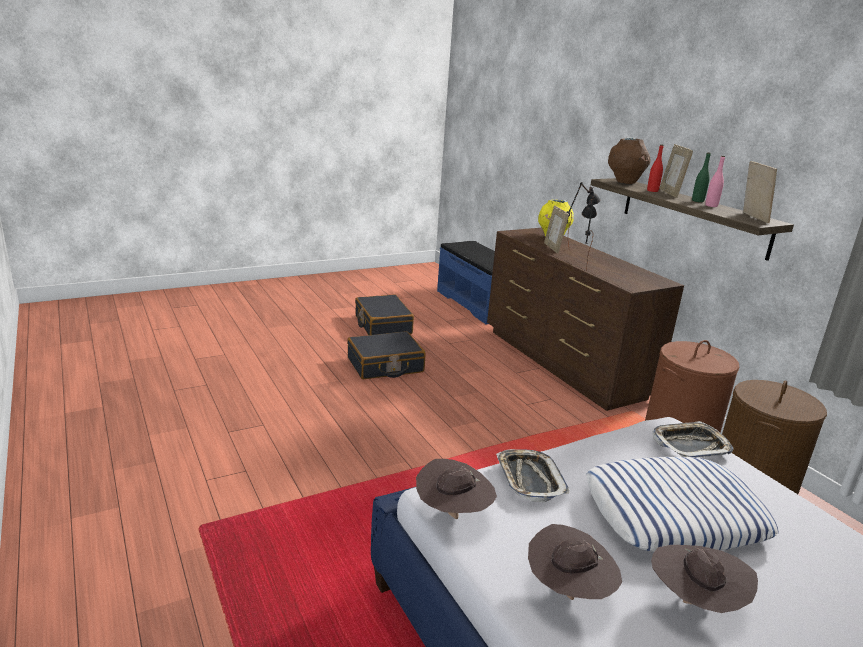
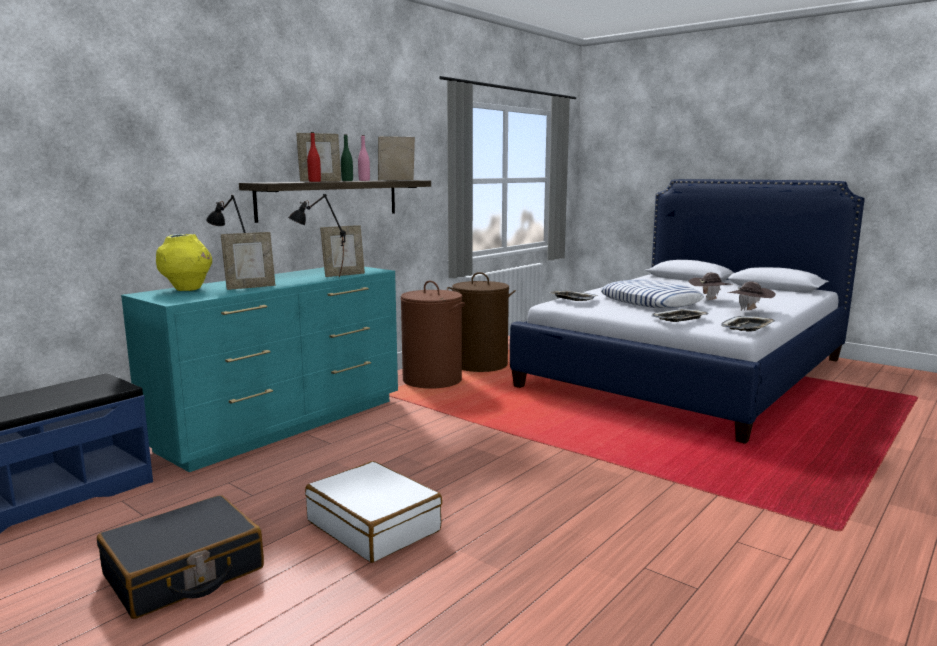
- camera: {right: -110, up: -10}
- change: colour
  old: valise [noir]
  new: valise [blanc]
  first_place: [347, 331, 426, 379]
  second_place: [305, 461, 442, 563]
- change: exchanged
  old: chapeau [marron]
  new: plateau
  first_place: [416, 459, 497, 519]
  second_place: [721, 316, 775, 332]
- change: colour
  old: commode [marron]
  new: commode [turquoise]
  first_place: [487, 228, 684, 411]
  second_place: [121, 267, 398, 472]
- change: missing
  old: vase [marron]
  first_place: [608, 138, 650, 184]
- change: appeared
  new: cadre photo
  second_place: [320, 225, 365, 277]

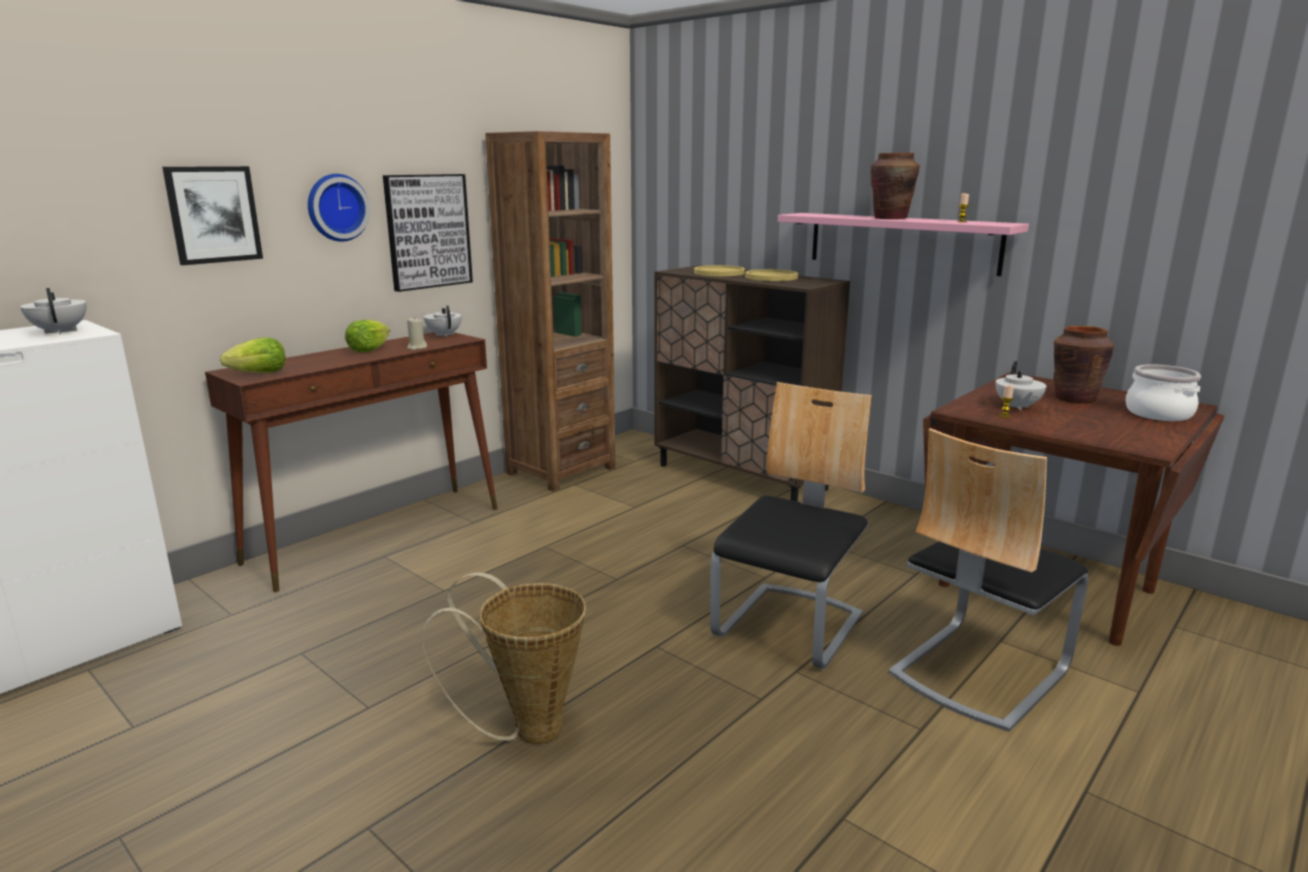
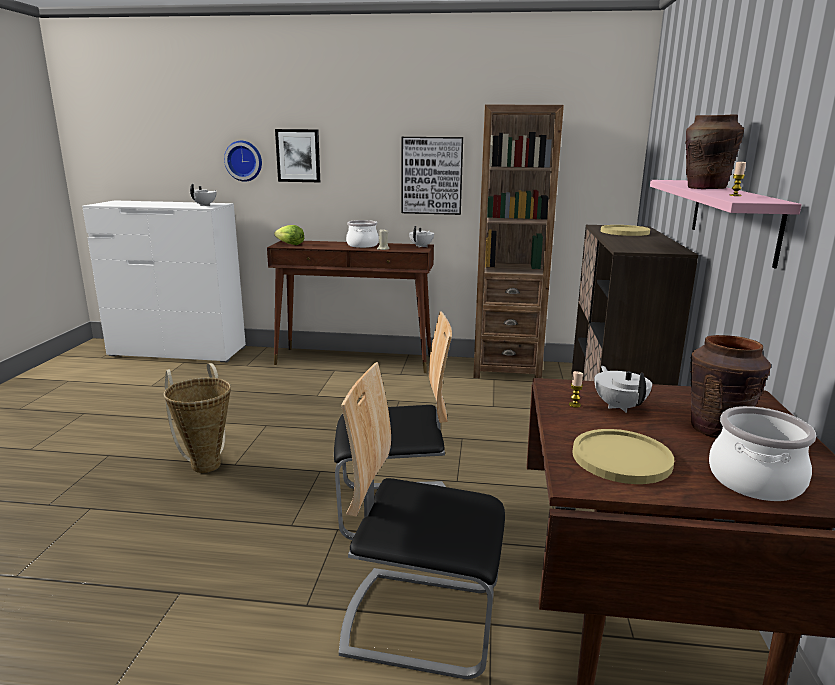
- camera: {right: 55, up: 0}
- change: relocated
  old: horloge murale
  first_place: [308, 174, 370, 242]
  second_place: [224, 141, 262, 182]
- change: exchanged
  old: laitue
  new: marmite
  first_place: [345, 319, 390, 353]
  second_place: [346, 220, 379, 248]
- change: relocated
  old: assiette [jaune]
  first_place: [745, 269, 798, 281]
  second_place: [572, 429, 674, 484]
- change: spun
  old: théière [blanc]
  first_place: [995, 361, 1046, 411]
  second_place: [594, 366, 652, 413]
  degrees: 105

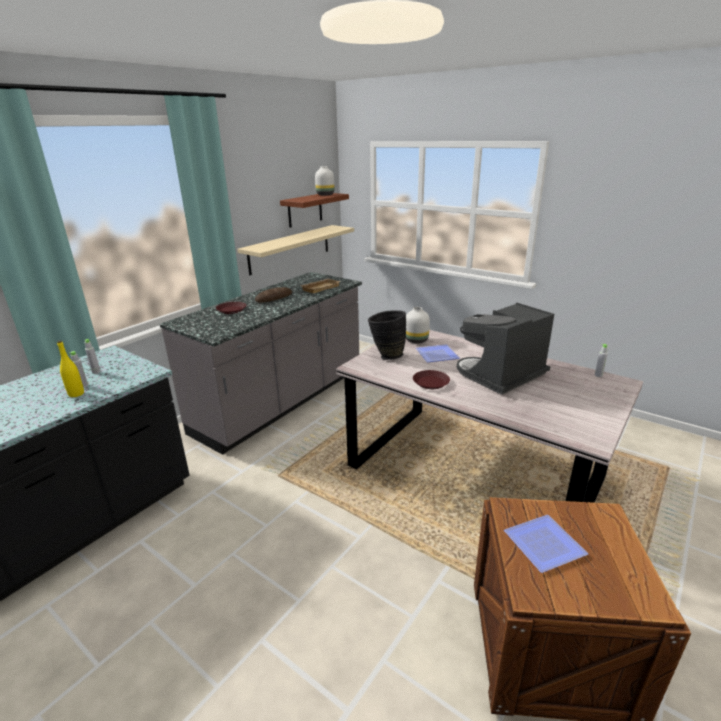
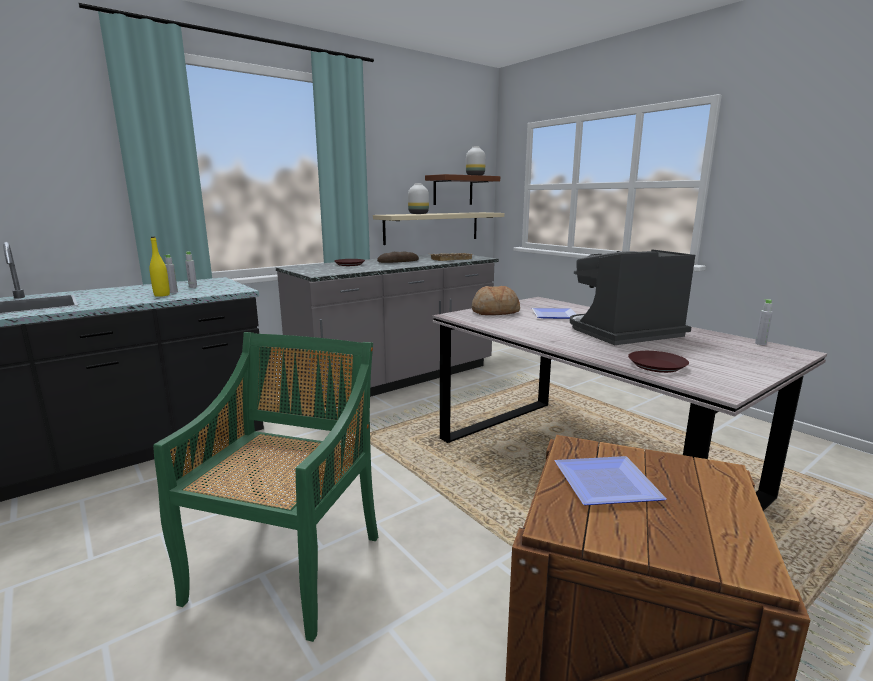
- camera: {right: 15, up: -10}
- change: exchanged
  old: vase [noir]
  new: pain
  first_place: [368, 310, 406, 360]
  second_place: [472, 286, 520, 315]
- change: relocated
  old: vase [blanc]
  first_place: [406, 307, 430, 343]
  second_place: [408, 183, 429, 214]
- change: relocated
  old: assiette [marron]
  first_place: [413, 370, 450, 389]
  second_place: [628, 351, 689, 373]
- change: appeared
  new: chaise [vert]
  second_place: [153, 332, 378, 642]

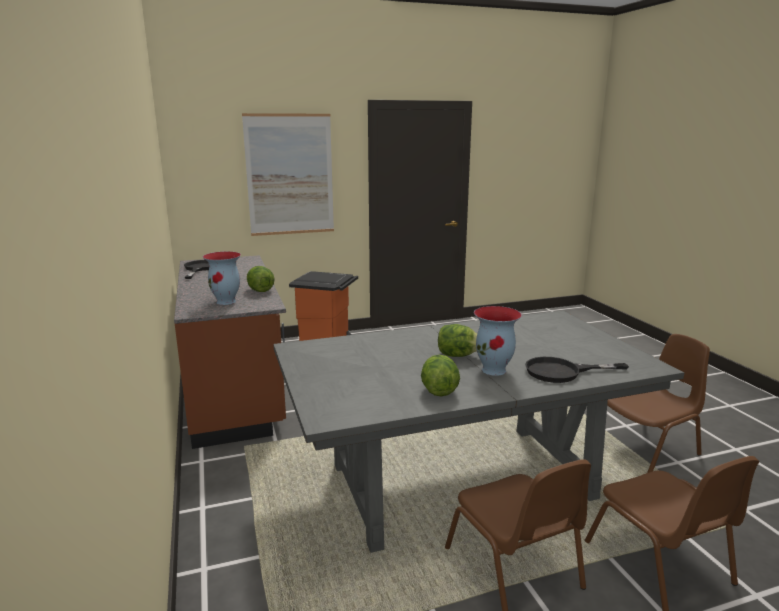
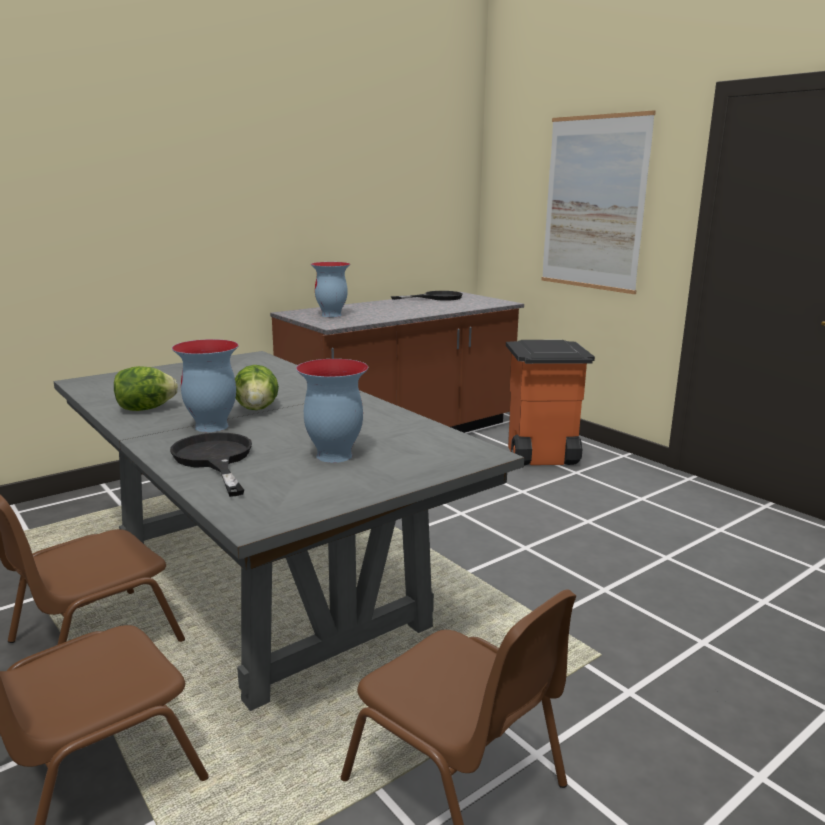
- camera: {right: 70, up: 0}
- change: missing
  old: laitue
  first_place: [247, 266, 275, 292]
- change: appeared
  new: vase
  second_place: [296, 359, 368, 463]

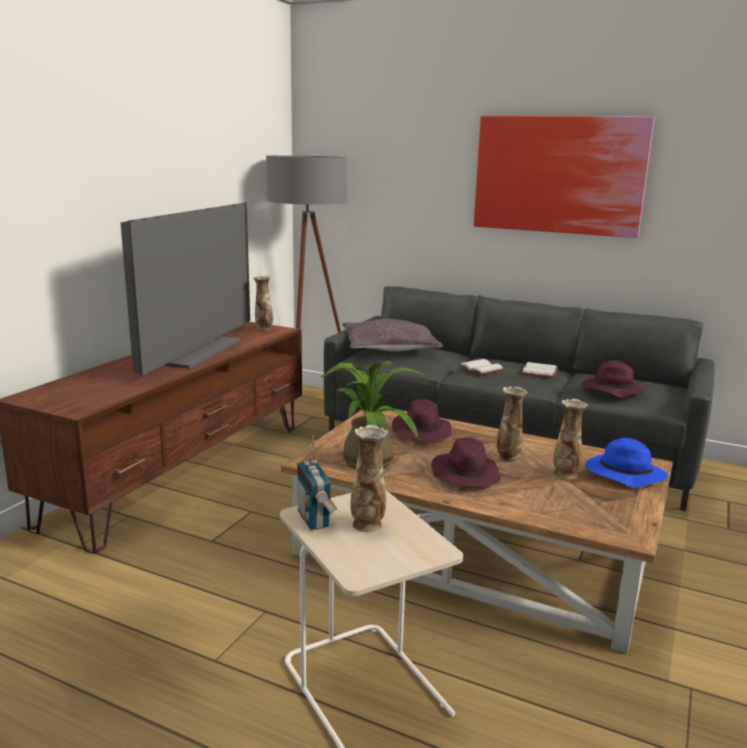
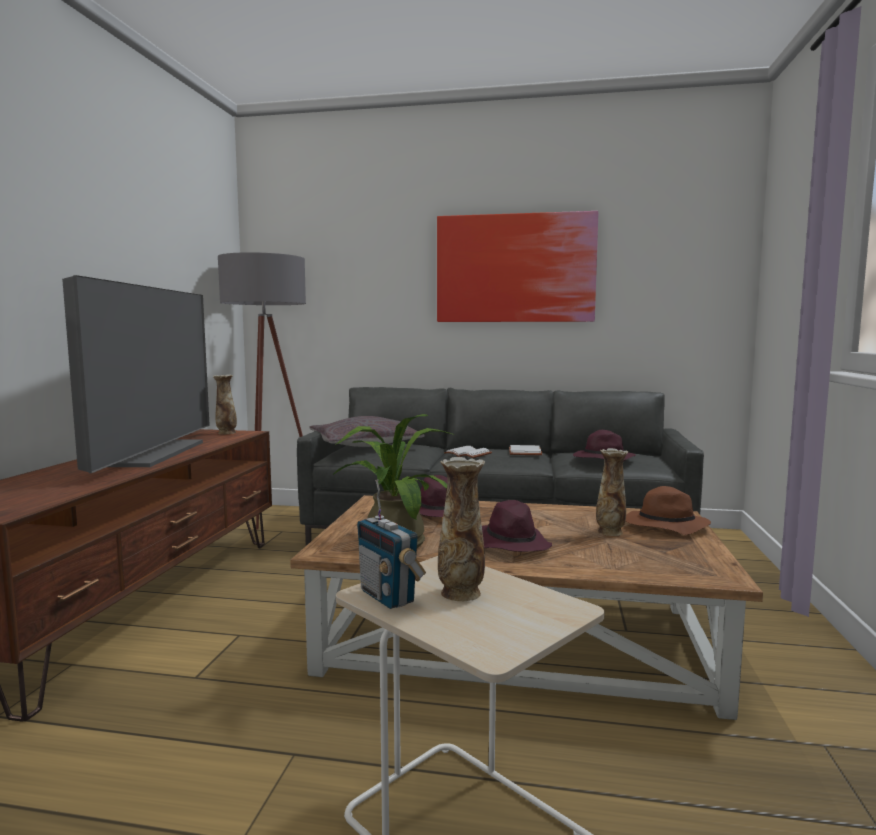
- camera: {right: -15, up: -10}
- change: missing
  old: vase
  first_place: [496, 386, 528, 462]
- change: colour
  old: chapeau [bleu]
  new: chapeau [marron]
  first_place: [585, 438, 667, 488]
  second_place: [626, 486, 711, 535]

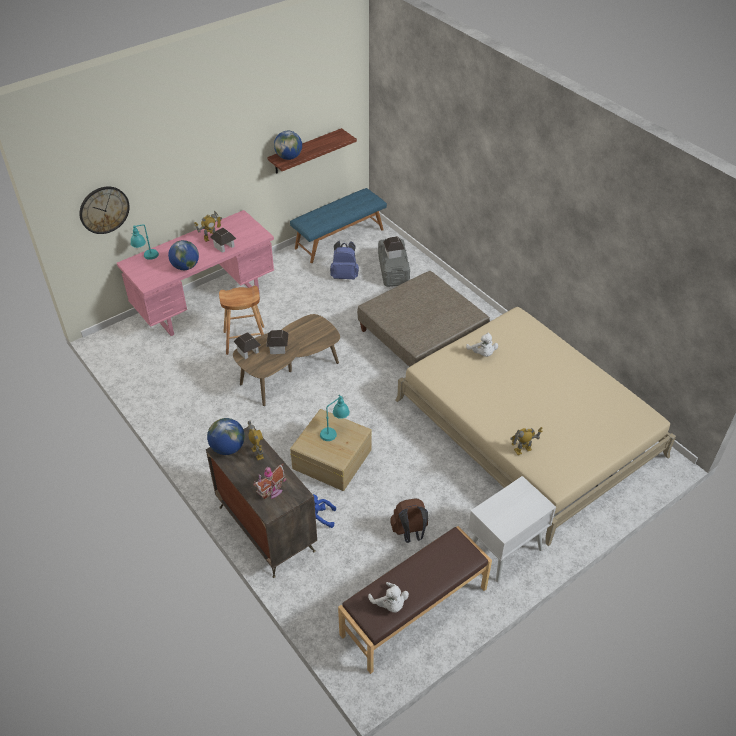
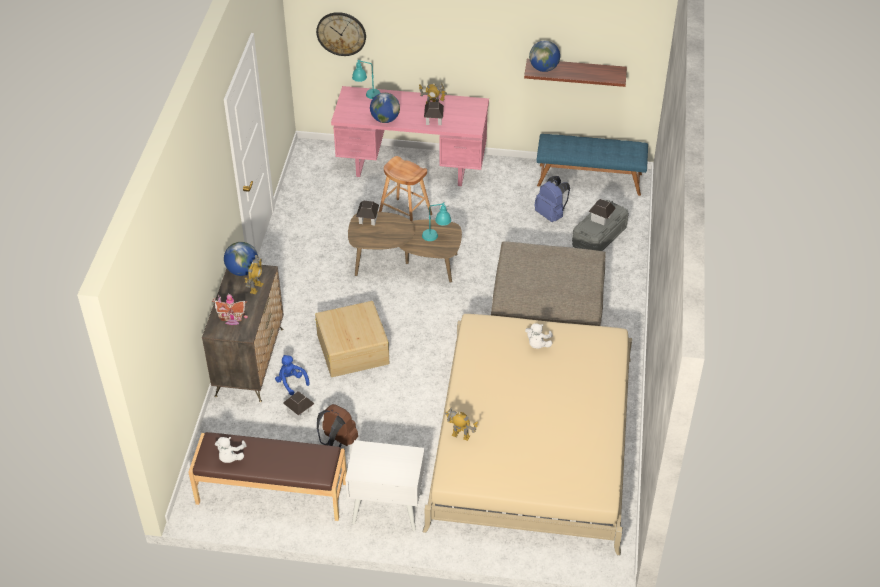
- camera: {right: 45, up: 0}
- change: relocated
  old: maison miniature
  first_place: [266, 330, 288, 354]
  second_place: [283, 391, 315, 421]
- change: relocated
  old: lampe de table [turquoise]
  first_place: [320, 394, 350, 441]
  second_place: [422, 202, 451, 241]

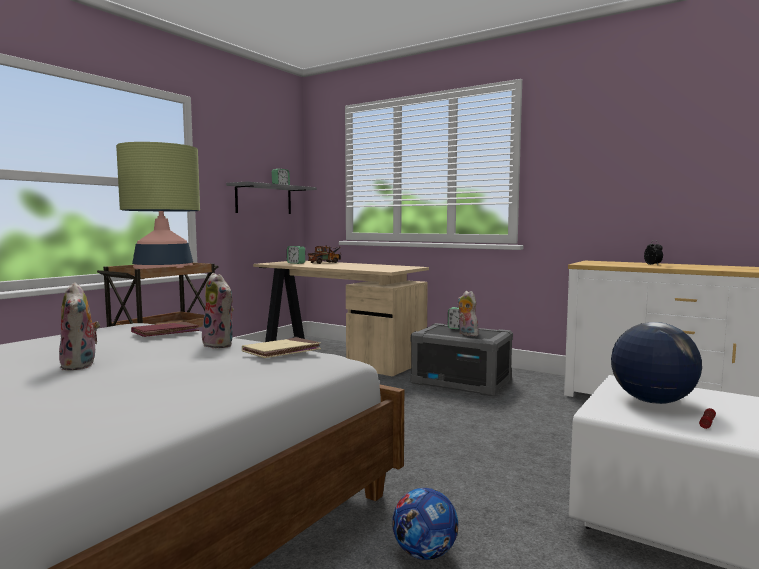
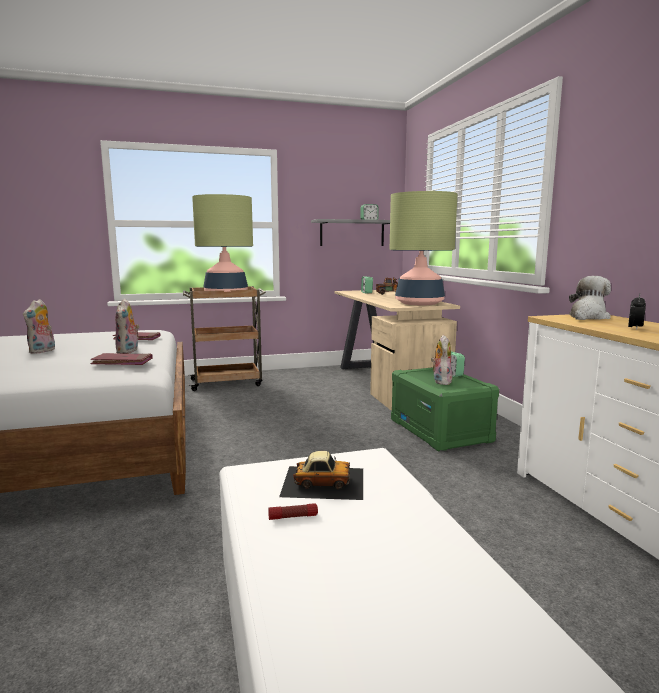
- camera: {right: 40, up: 5}
- change: colour
  old: livre [beige]
  new: livre [rouge]
  first_place: [242, 337, 321, 358]
  second_place: [90, 353, 153, 365]
- change: missing
  old: ballon de foot
  first_place: [392, 488, 458, 560]
- change: colour
  old: boîte de rangement [gris]
  new: boîte de rangement [vert]
  first_place: [410, 323, 513, 397]
  second_place: [391, 367, 499, 452]
- change: exchanged
  old: globe
  new: petite voiture
  first_place: [611, 322, 702, 404]
  second_place: [279, 451, 363, 500]
- change: appeared
  new: lampe de table
  second_place: [389, 191, 458, 305]
- change: appeared
  new: peluche
  second_place: [569, 276, 611, 320]

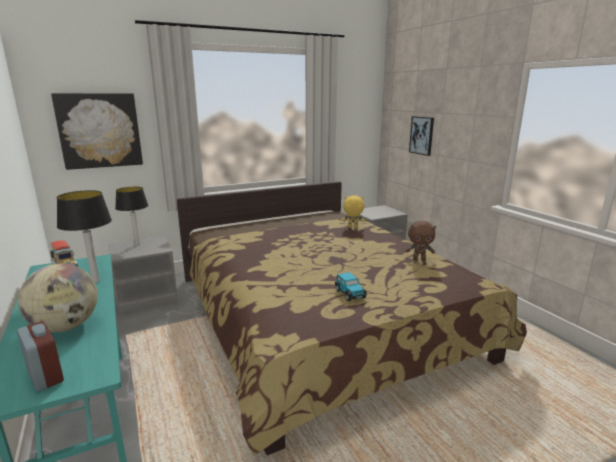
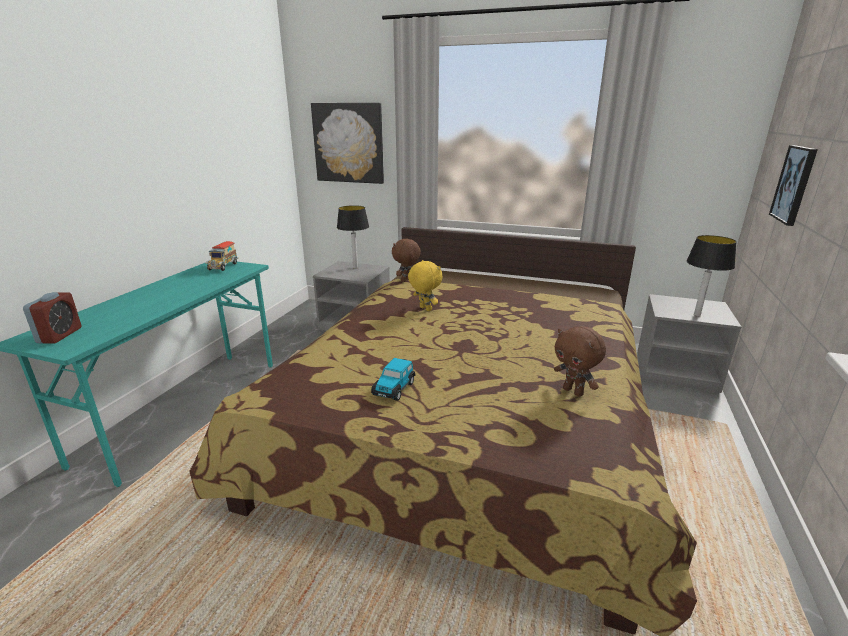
- camera: {right: 45, up: 5}
- change: missing
  old: globe
  first_place: [18, 263, 98, 332]
- change: relocated
  old: lampe de table
  first_place: [57, 190, 112, 283]
  second_place: [686, 235, 737, 316]
- change: relocated
  old: peluche [jaune]
  first_place: [342, 195, 365, 228]
  second_place: [408, 260, 442, 311]
- change: appeared
  new: peluche [marron]
  second_place: [392, 238, 421, 282]

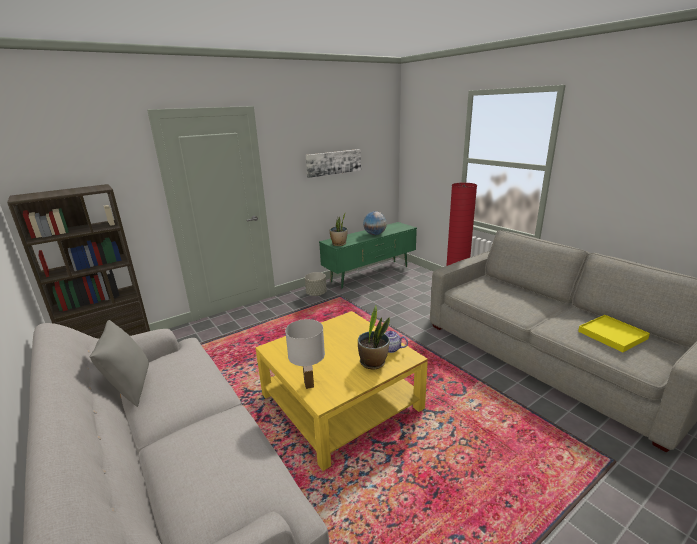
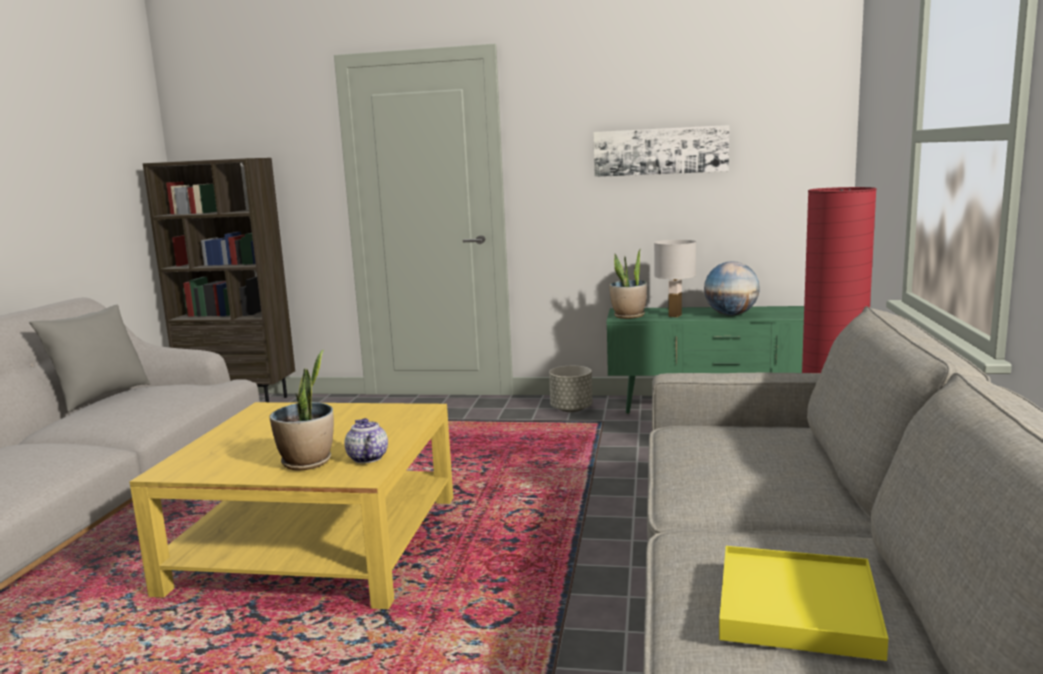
- camera: {right: 45, up: -10}
- change: relocated
  old: lampe de table [blanc]
  first_place: [285, 319, 325, 389]
  second_place: [654, 240, 696, 317]

